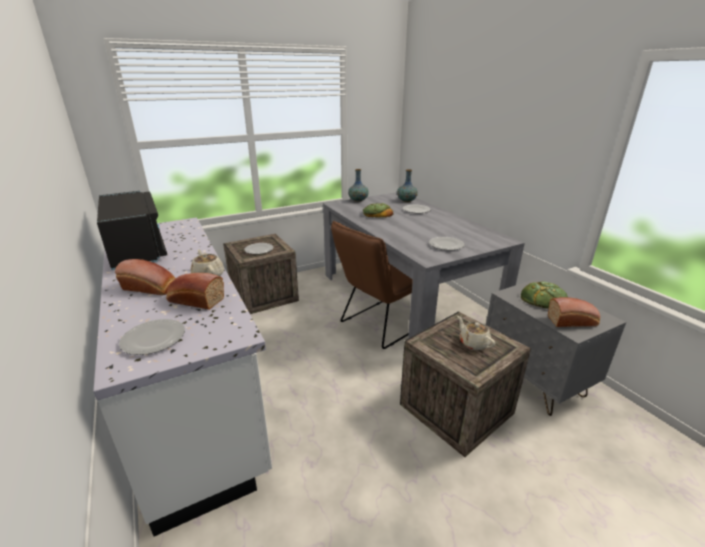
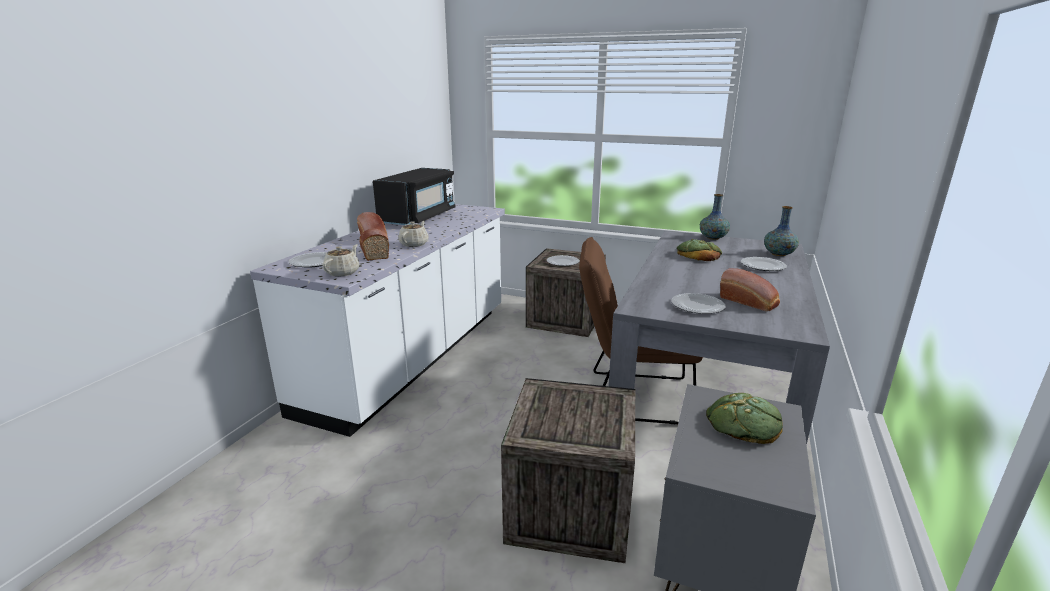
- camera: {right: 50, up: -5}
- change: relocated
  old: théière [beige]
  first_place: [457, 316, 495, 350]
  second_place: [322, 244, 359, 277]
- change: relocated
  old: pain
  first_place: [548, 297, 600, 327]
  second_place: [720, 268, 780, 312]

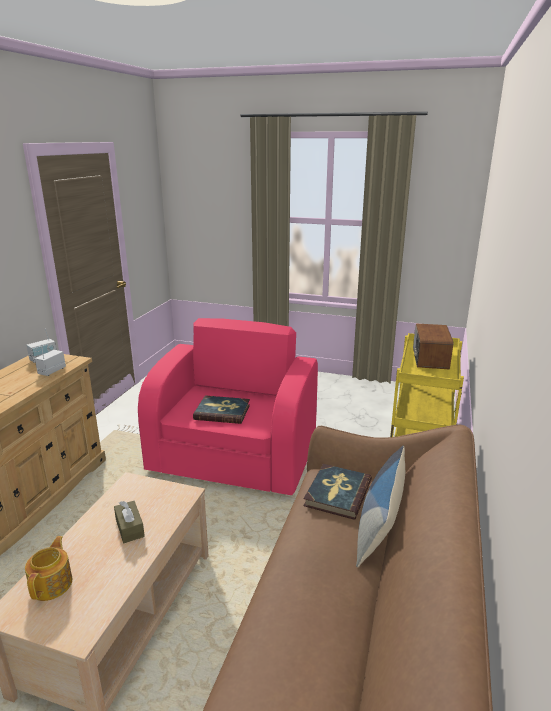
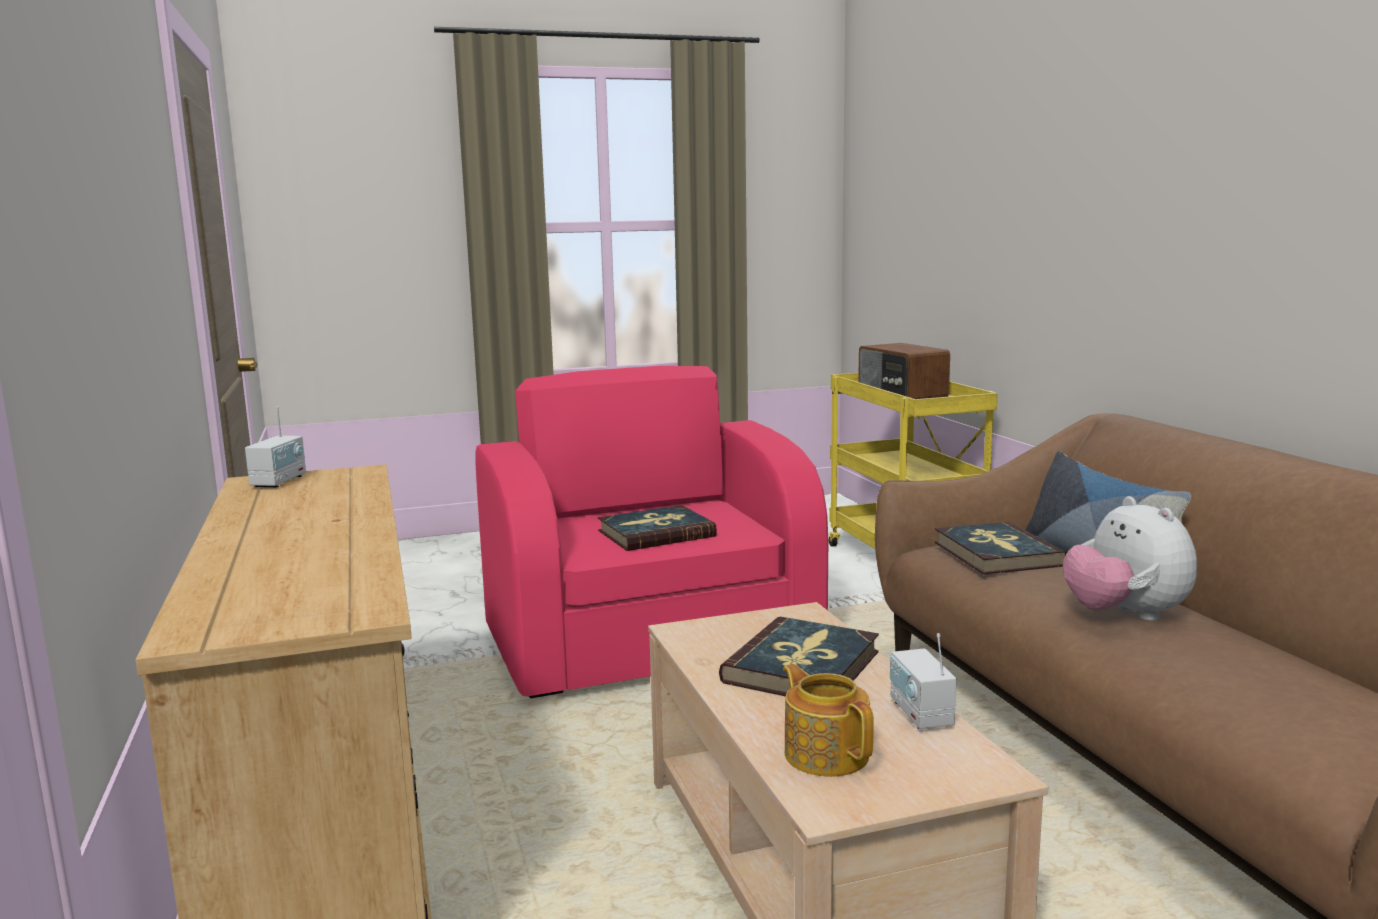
- camera: {right: -35, up: -10}
- change: relocated
  old: radio
  first_place: [35, 345, 66, 376]
  second_place: [890, 633, 956, 729]
- change: exchanged
  old: boîte à mouchoirs [marron]
  new: livre
  first_place: [114, 501, 145, 543]
  second_place: [719, 617, 879, 697]
- change: appeared
  new: peluche
  second_place: [1063, 496, 1197, 621]

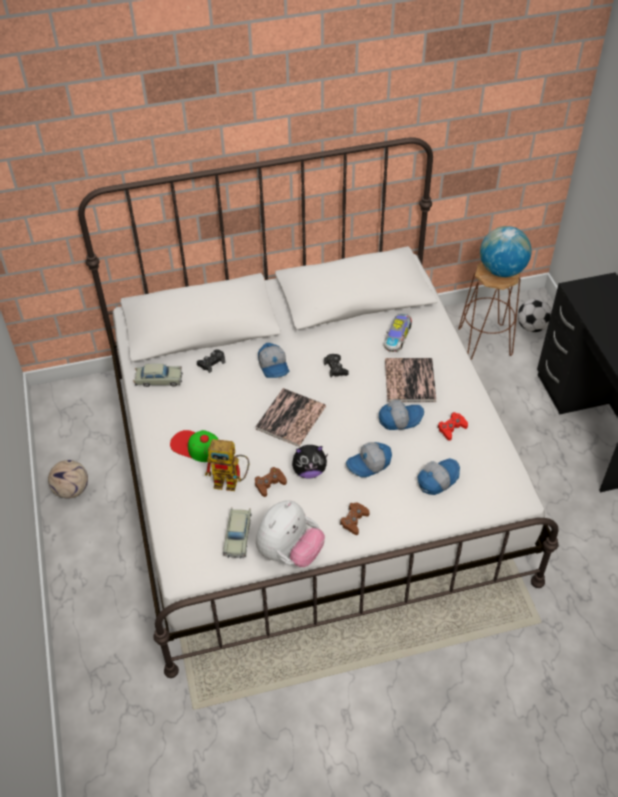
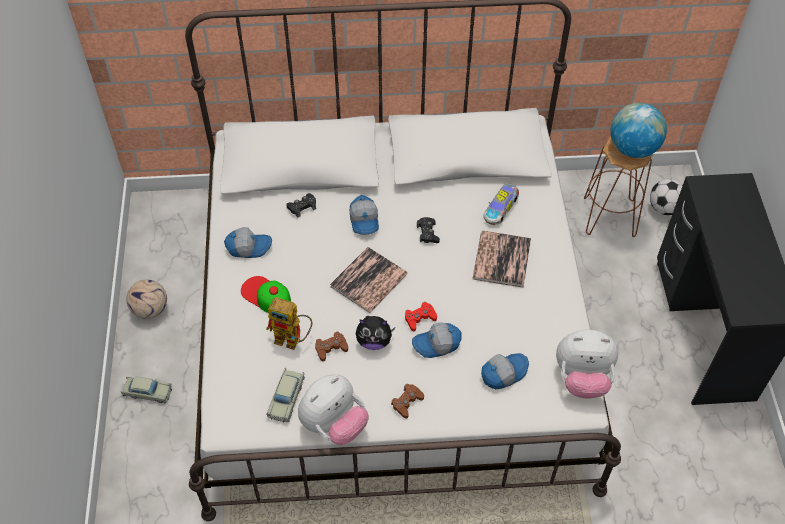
- camera: {right: 10, up: 5}
- change: relocated
  old: petite voiture [beige]
  first_place: [133, 364, 183, 387]
  second_place: [121, 376, 172, 403]
- change: relocated
  old: casquette
  first_place: [379, 400, 424, 430]
  second_place: [224, 227, 272, 258]
- change: relocated
  old: manette [rouge]
  first_place: [438, 412, 468, 441]
  second_place: [405, 302, 437, 331]
- change: appeared
  new: peluche
  second_place: [556, 329, 618, 399]

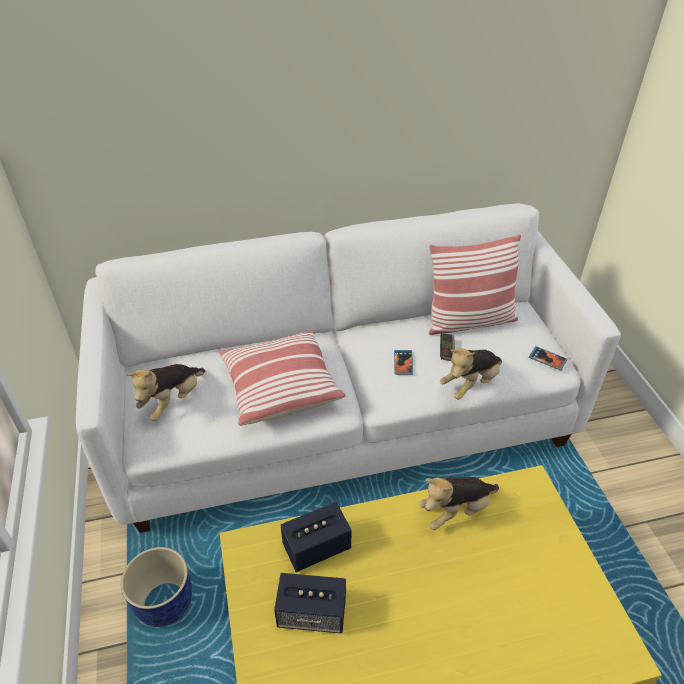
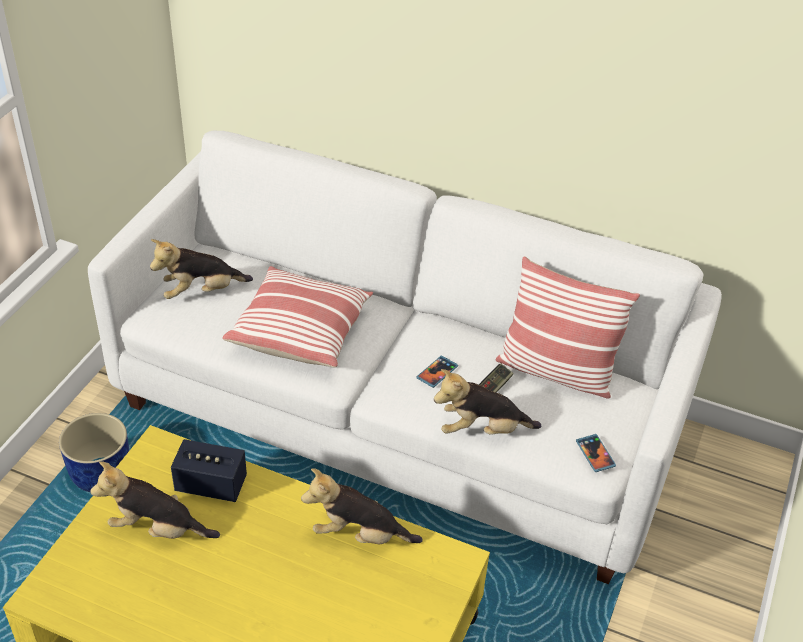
- camera: {right: 35, up: 0}
- change: exchanged
  old: enceinte
  new: peluche
  first_place: [274, 573, 346, 634]
  second_place: [90, 461, 220, 539]

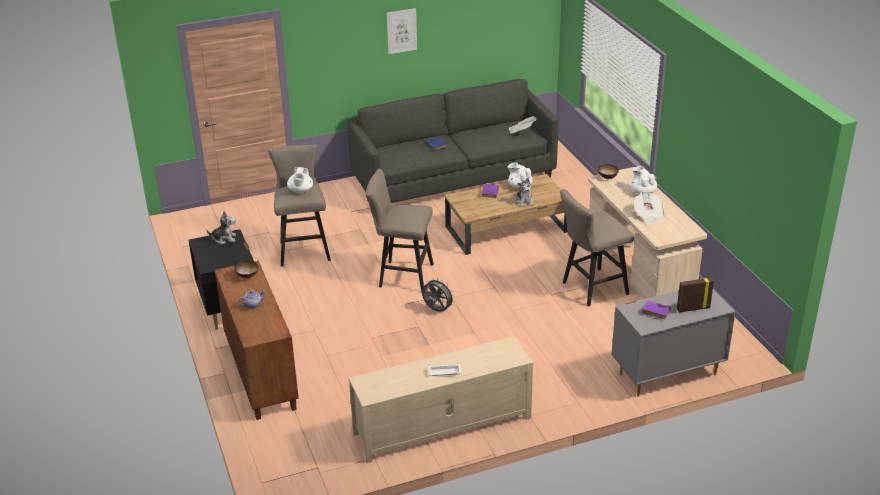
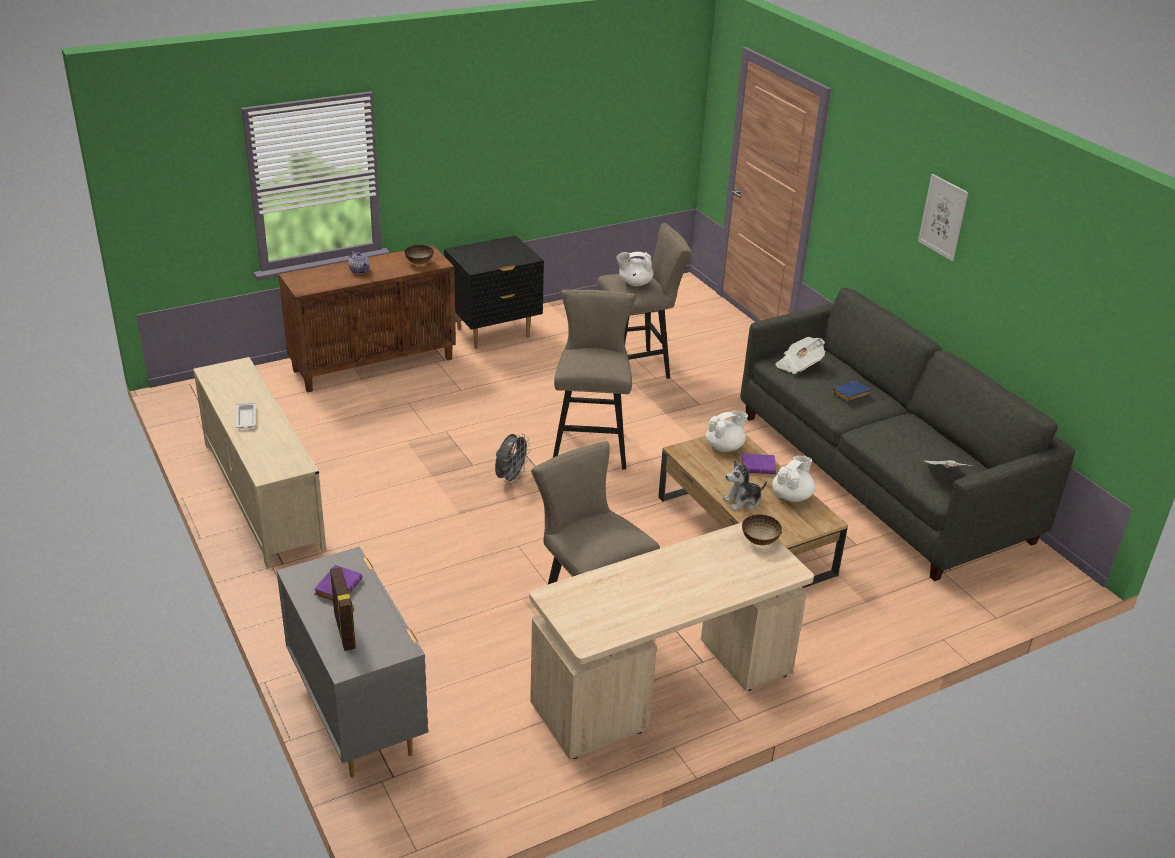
- camera: {right: 80, up: 0}
- change: missing
  old: peluche
  first_place: [206, 211, 236, 244]
- change: relocated
  old: théière [blanc]
  first_place: [631, 166, 657, 194]
  second_place: [706, 410, 748, 452]
- change: relocated
  old: journal
  first_place: [634, 191, 665, 225]
  second_place: [776, 337, 825, 374]

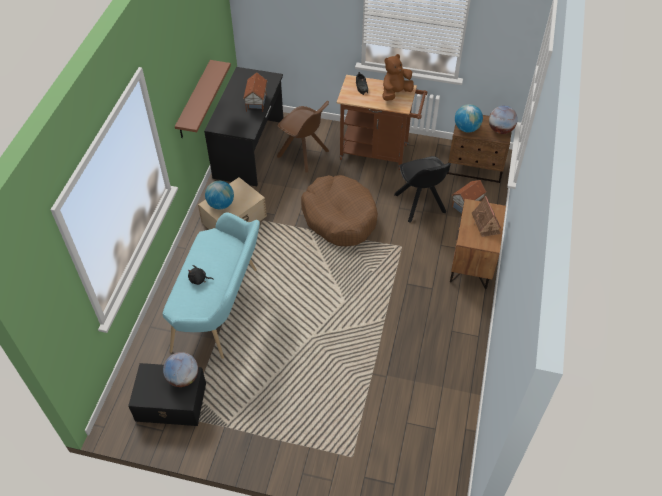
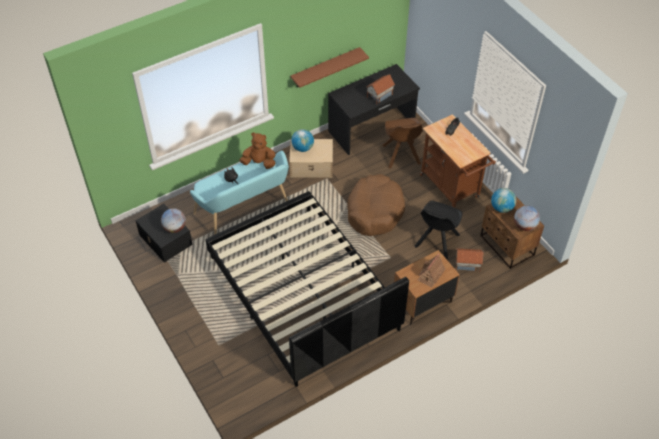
- camera: {right: 45, up: 0}
- change: relocated
  old: peluche [marron]
  first_place: [382, 54, 414, 101]
  second_place: [239, 132, 276, 169]
- change: appeared
  new: lit [noir]
  second_place: [205, 191, 409, 387]

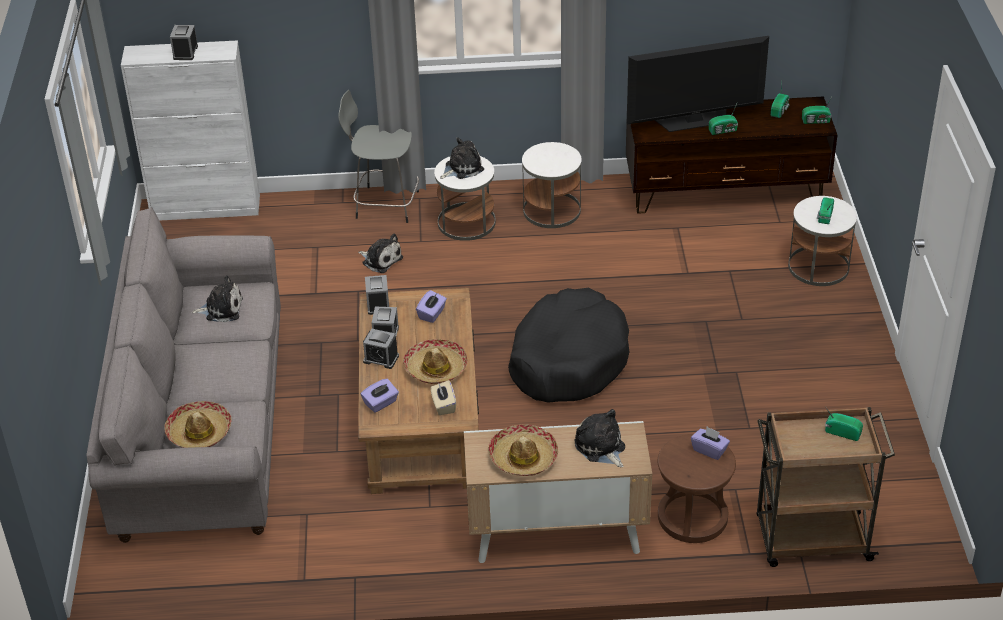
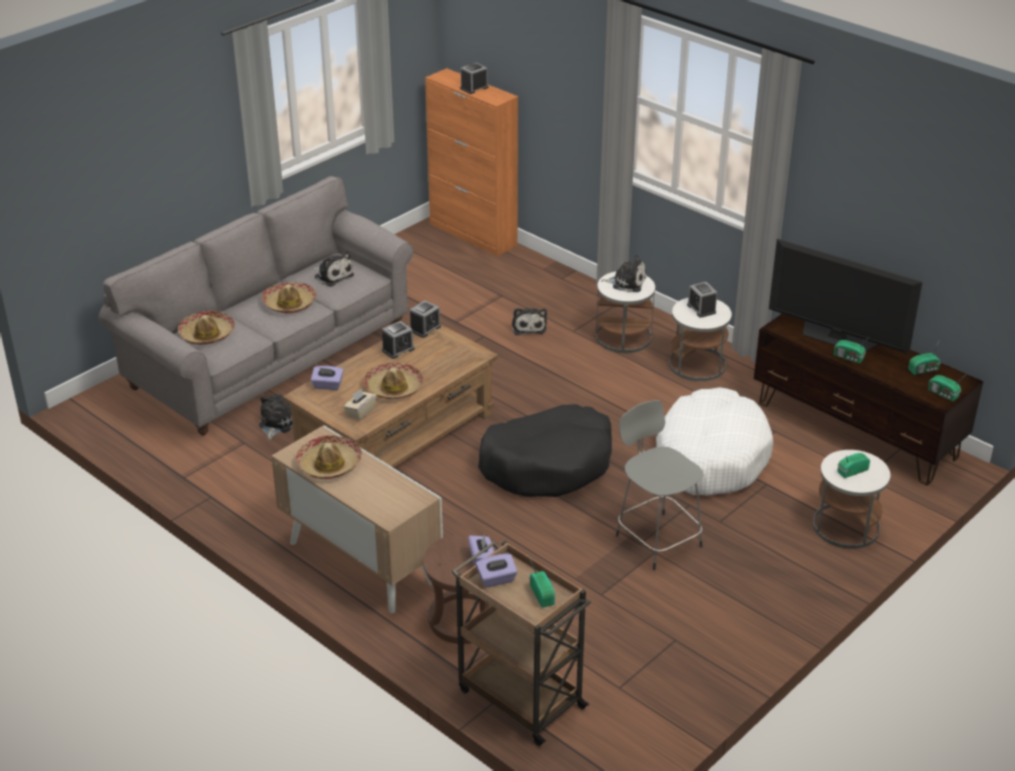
- camera: {right: 45, up: -5}
- change: colour
  old: meuble de rangement [blanc]
  new: meuble de rangement [orange]
  first_place: [121, 40, 260, 221]
  second_place: [425, 68, 518, 256]
- change: relocated
  old: tabouret [gris]
  first_place: [338, 90, 419, 223]
  second_place: [616, 400, 703, 570]
- change: relocated
  old: réveil
  first_place: [363, 329, 399, 369]
  second_place: [687, 282, 717, 318]
- change: relocated
  old: boîte à mouchoirs [violet]
  first_place: [416, 290, 447, 323]
  second_place: [476, 554, 518, 588]
- change: relocated
  old: peluche
  first_place: [574, 409, 625, 467]
  second_place: [259, 394, 293, 440]
- change: appeared
  new: chapeau
  second_place: [262, 282, 317, 314]
- change: appeared
  new: panier pour chien [blanc]
  second_place: [656, 387, 773, 496]

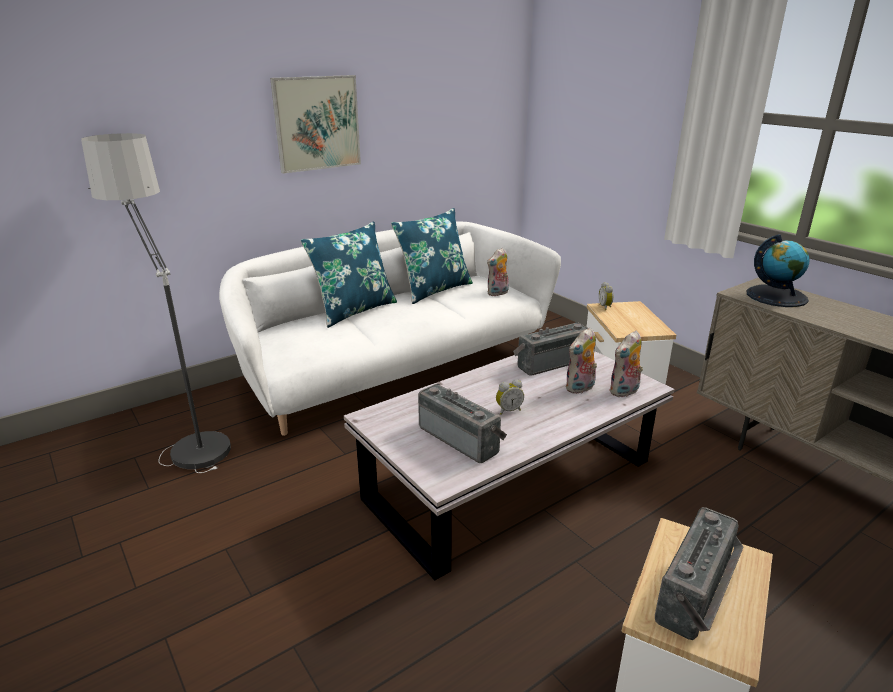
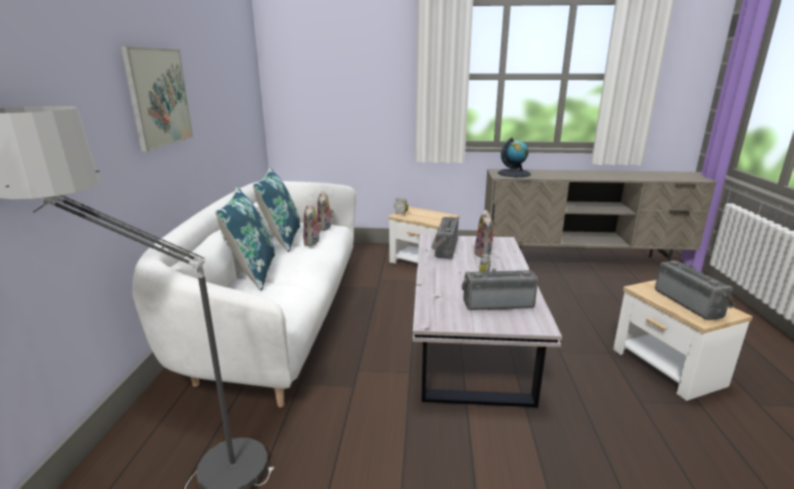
- camera: {right: -50, up: -5}
- change: relocated
  old: peluche
  first_place: [610, 331, 643, 397]
  second_place: [303, 202, 321, 246]

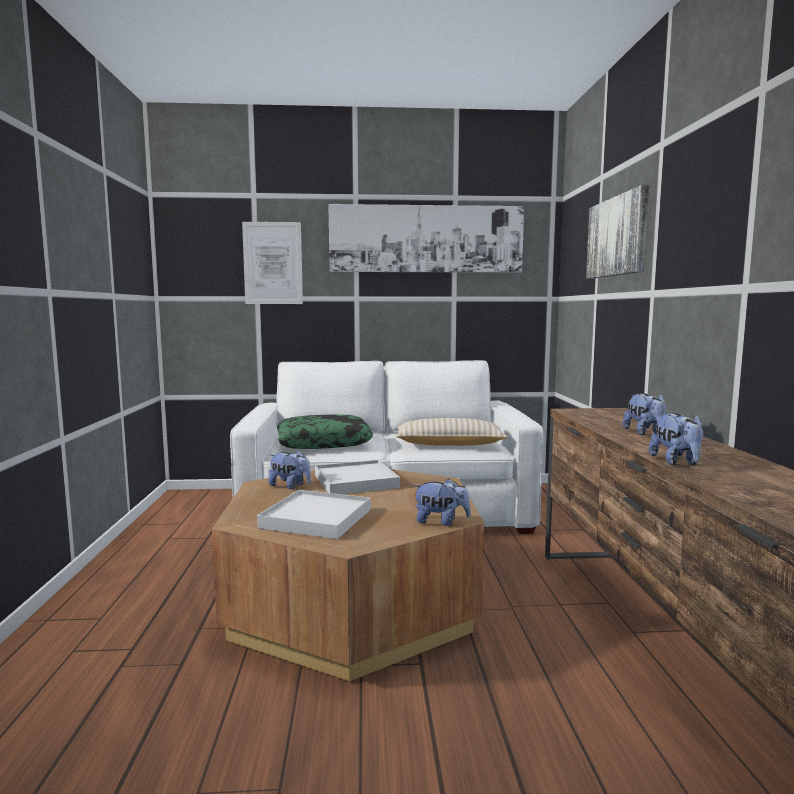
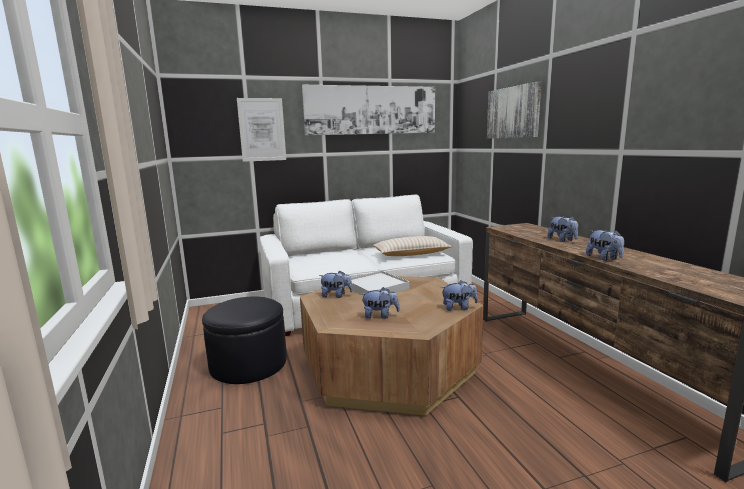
- camera: {right: -15, up: 5}
- change: exchanged
  old: plateau [blanc]
  new: peluche
  first_place: [257, 490, 371, 539]
  second_place: [361, 287, 400, 319]
- change: missing
  old: coussin
  first_place: [277, 414, 373, 449]
- change: appeared
  new: pouf [noir]
  second_place: [202, 297, 287, 384]

